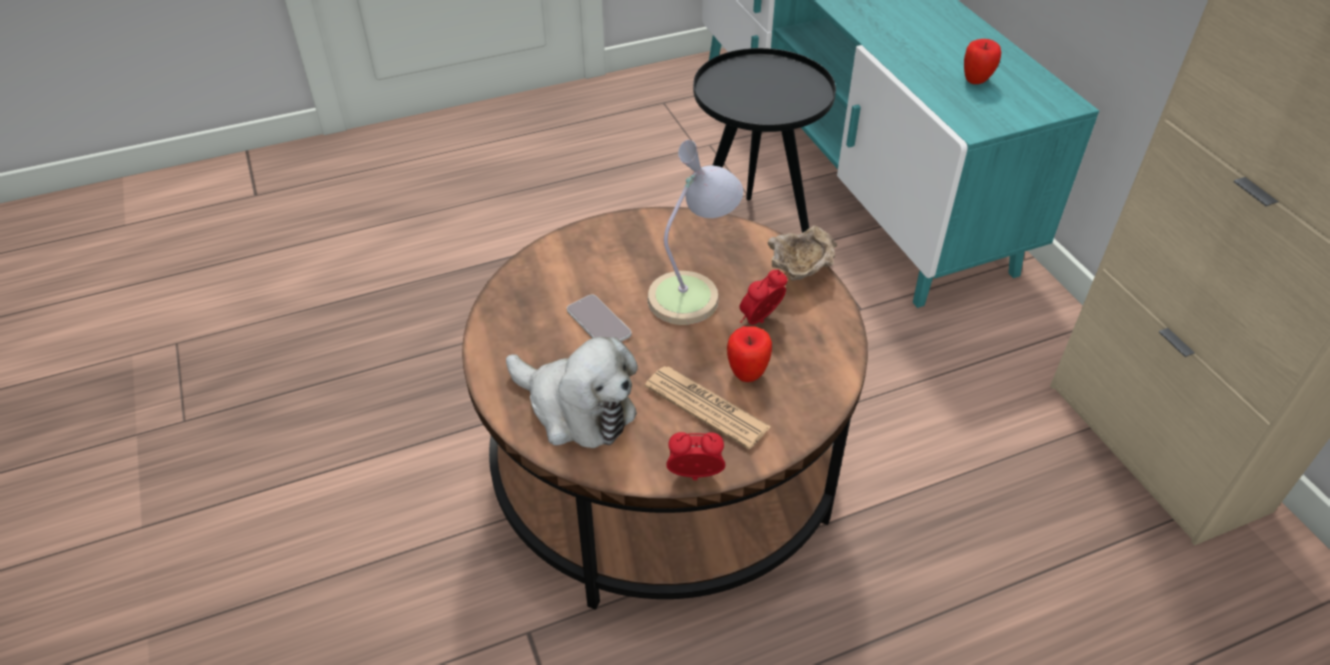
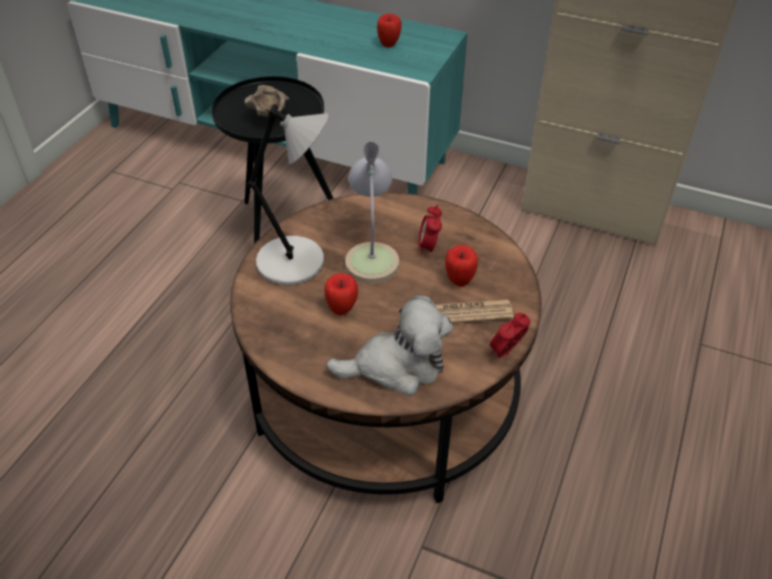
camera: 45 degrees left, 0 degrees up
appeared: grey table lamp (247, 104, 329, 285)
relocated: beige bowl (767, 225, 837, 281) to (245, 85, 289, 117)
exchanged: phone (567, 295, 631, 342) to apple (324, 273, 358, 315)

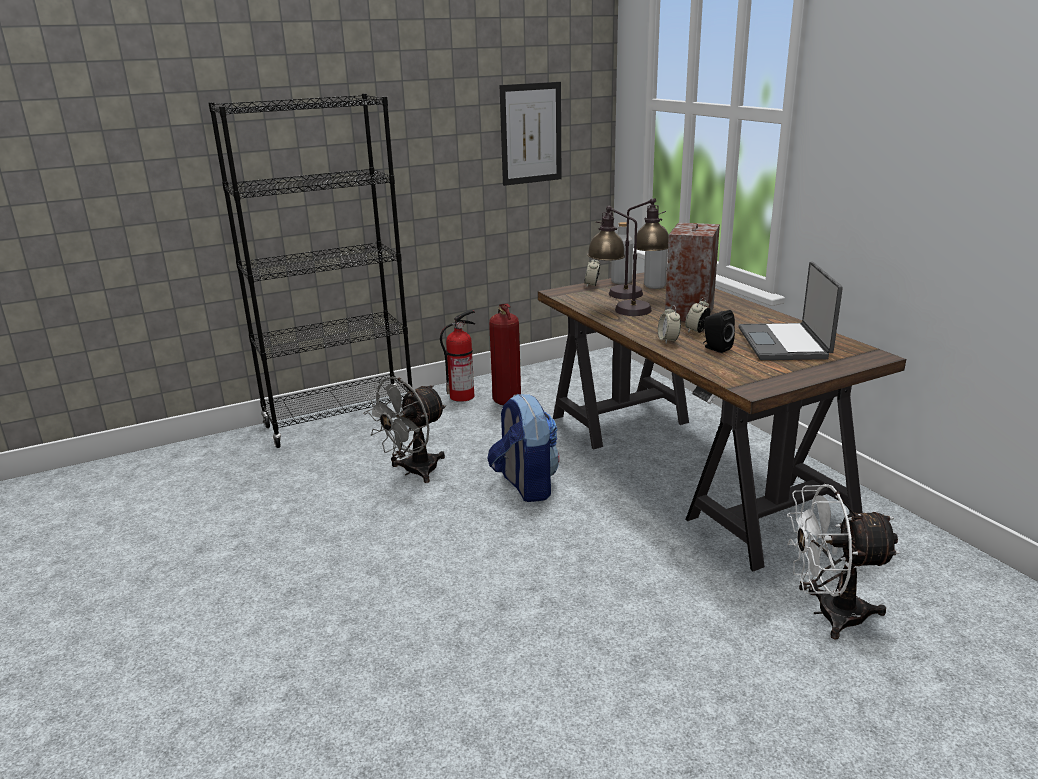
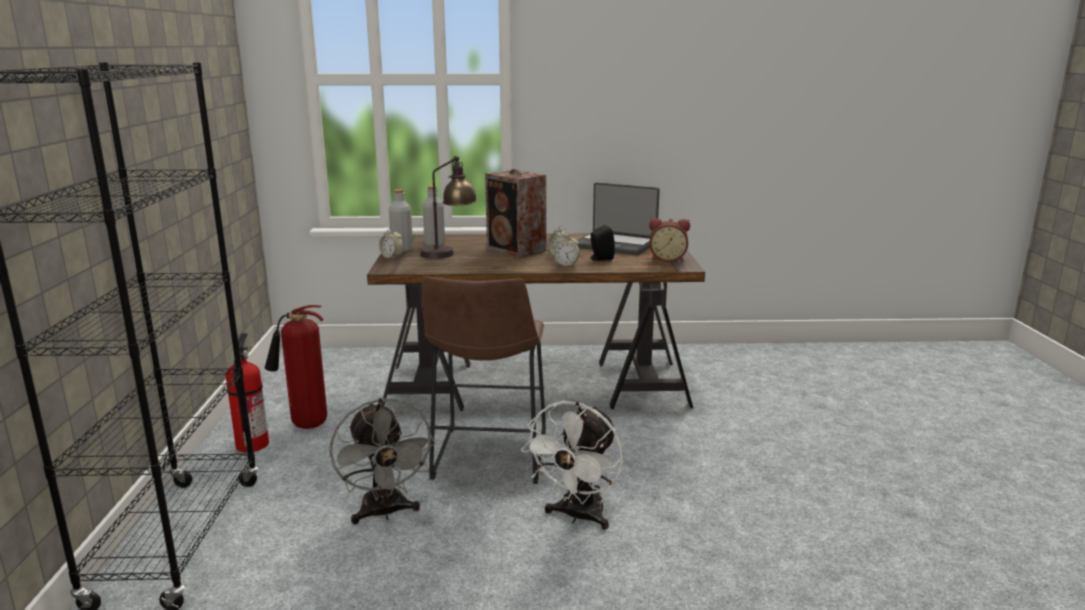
camera: 65 degrees left, 5 degrees down
missing: picture (499, 82, 561, 186); table lamp (587, 206, 652, 316)
appeared: alarm clock (649, 218, 690, 262)
relocated: white fan (787, 484, 900, 640) to (521, 401, 623, 530)
exchanged: backpack (487, 394, 559, 502) to brown stool (422, 277, 546, 484)

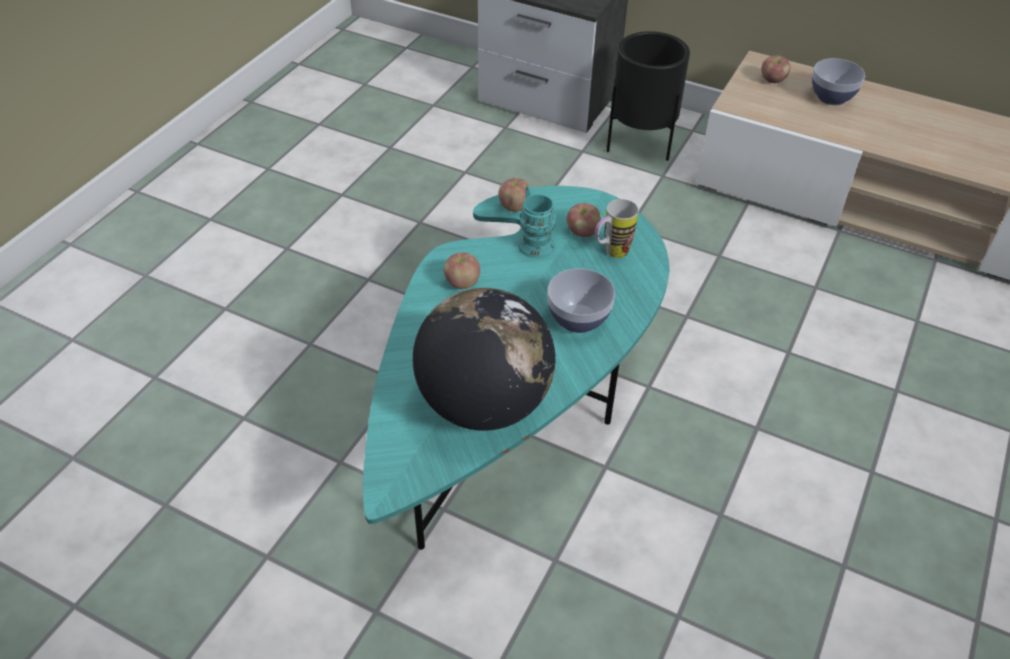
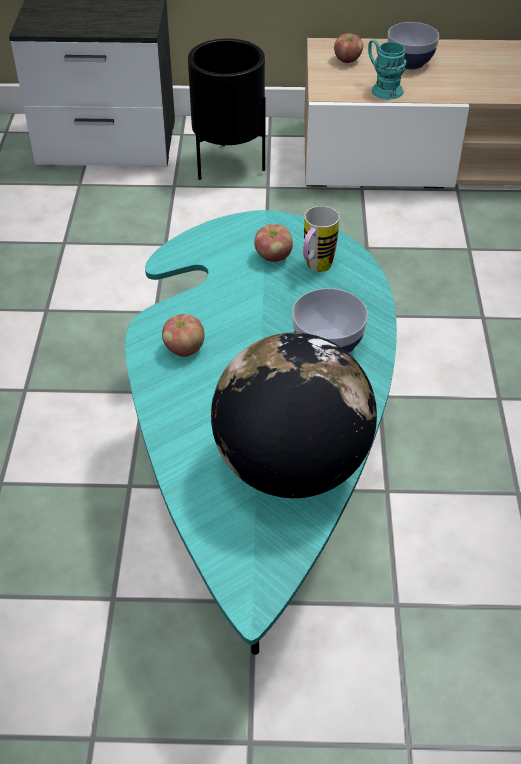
camera: 25 degrees left, 0 degrees up
missing: apple (498, 178, 530, 212)
relocated: turquoise mug (518, 186, 556, 258) to (368, 39, 406, 99)

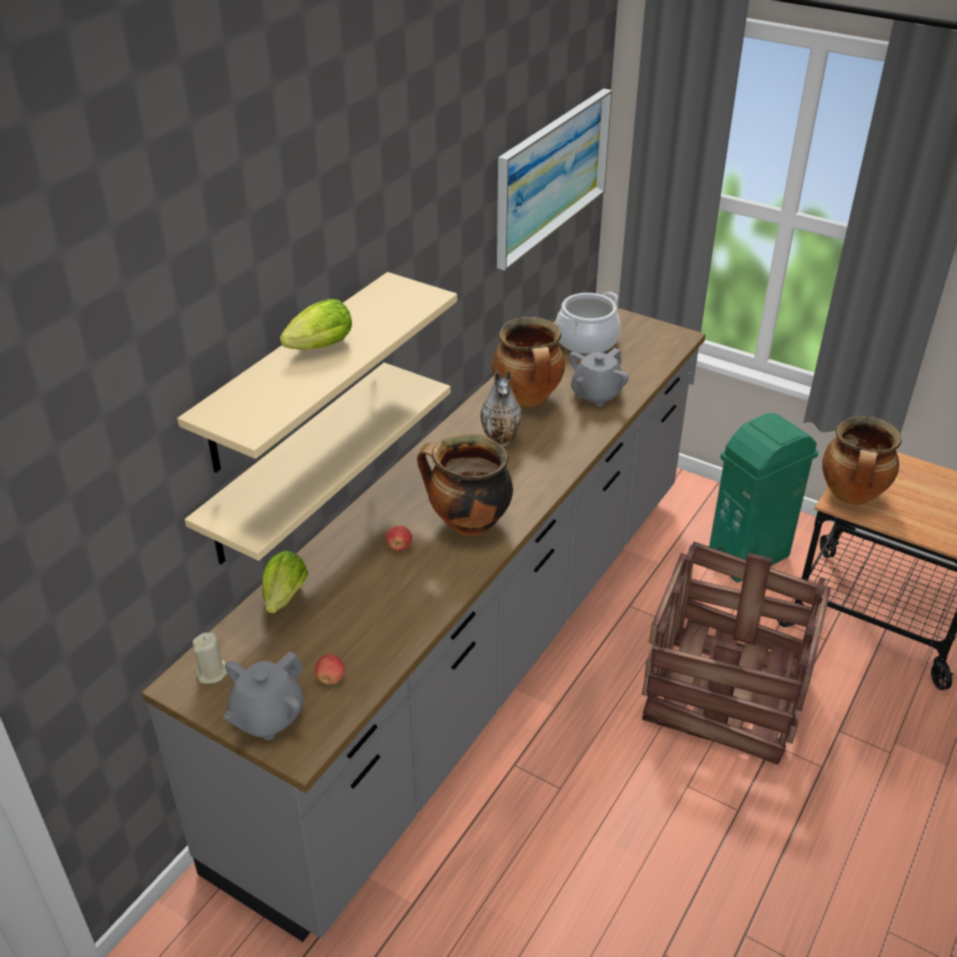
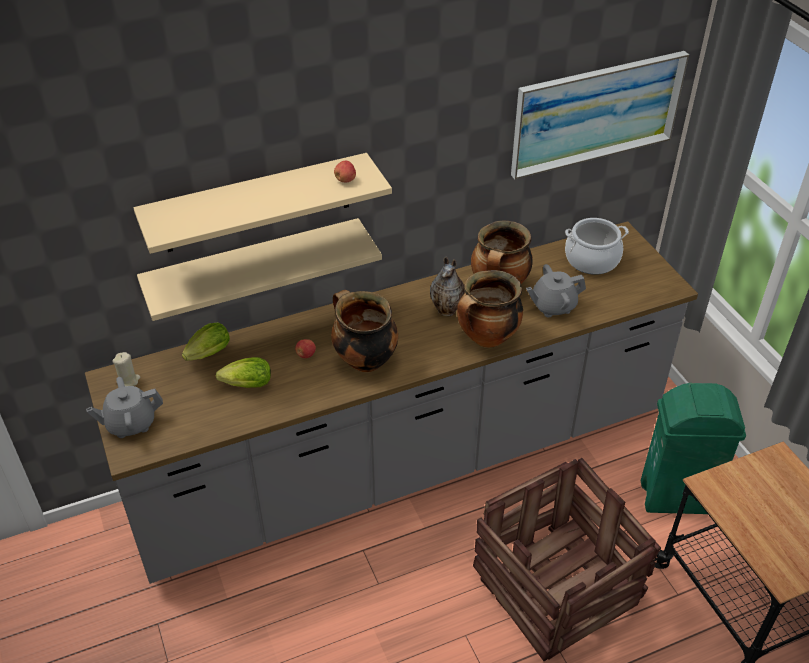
camera: 35 degrees right, 5 degrees up
relocated: lettuce (280, 299, 352, 350) to (216, 357, 271, 388); cooking pot (822, 416, 901, 505) to (457, 270, 523, 348); apple (315, 654, 345, 685) to (334, 161, 356, 182)

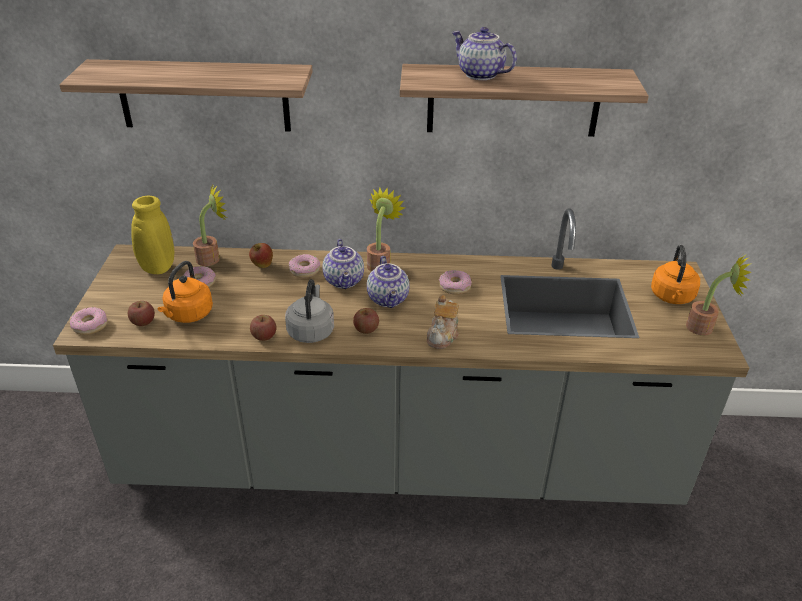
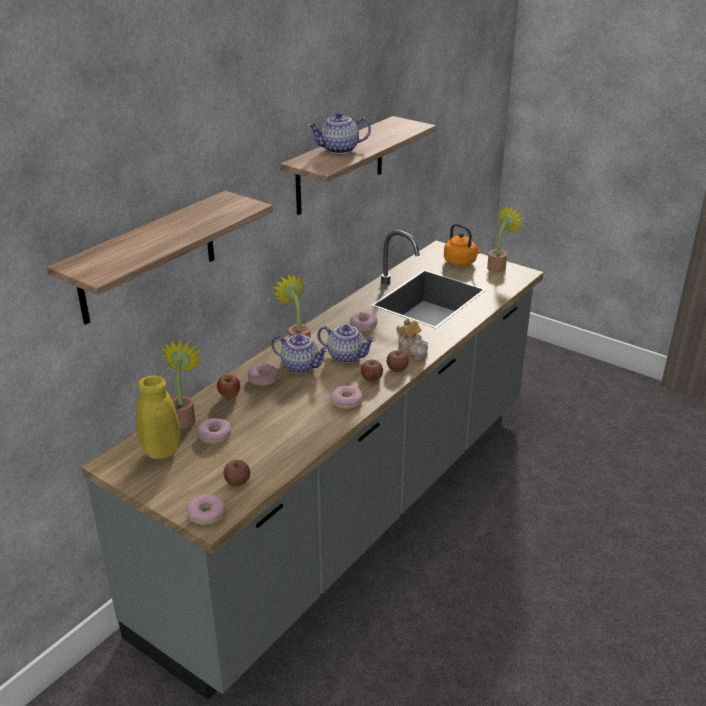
camera: 55 degrees left, 5 degrees down
missing: orange kettle (157, 261, 213, 323)
relocated: apple (250, 315, 276, 341) to (387, 350, 409, 372)
exchanged: grey kettle (285, 279, 334, 343) to donut (331, 386, 362, 409)

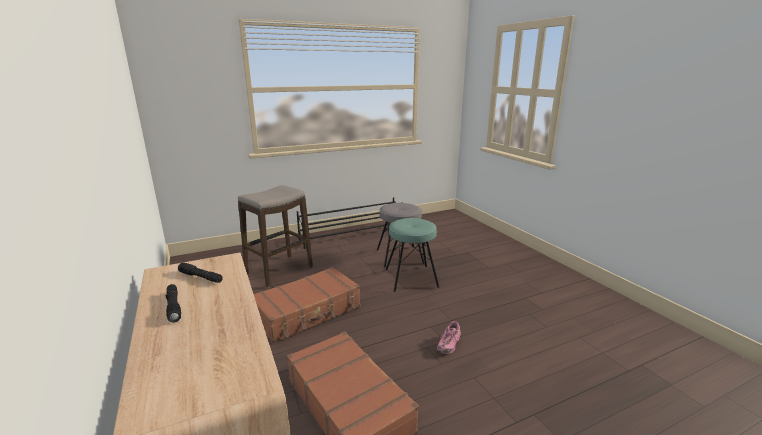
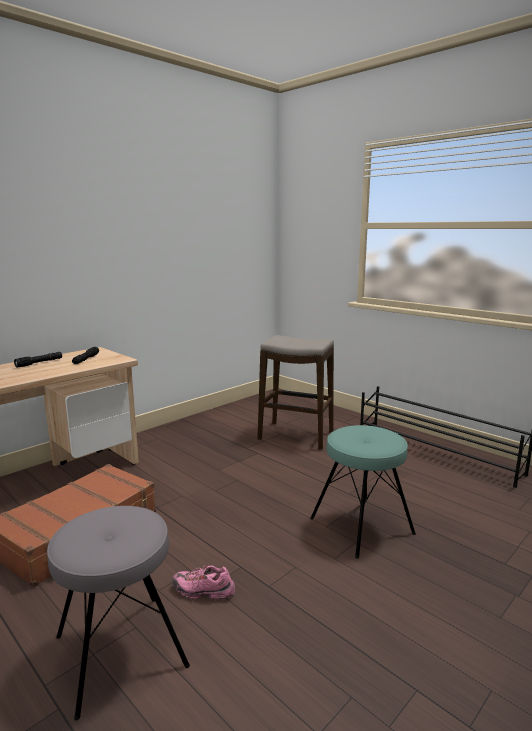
camera: 70 degrees right, 5 degrees down
missing: brown suitcase (254, 267, 360, 343)
relocated: grey stool (377, 203, 425, 268) to (47, 506, 190, 720)

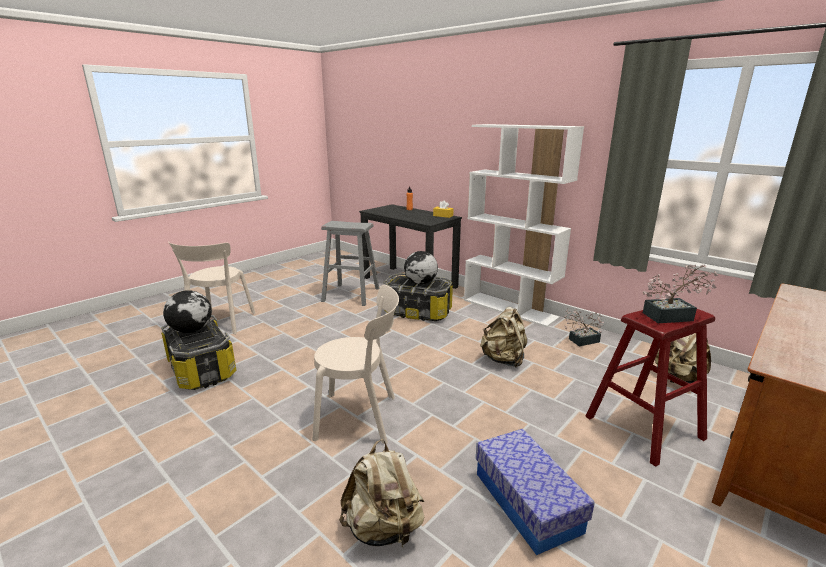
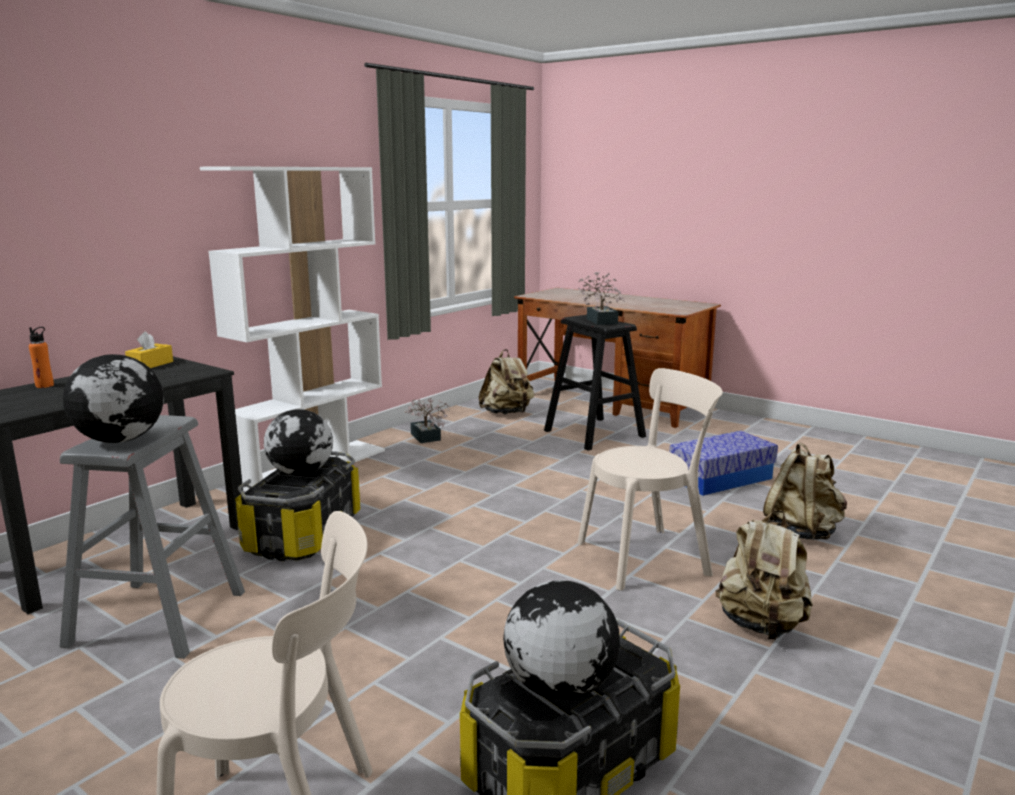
camera: 95 degrees left, 5 degrees down
appeared: globe (63, 354, 164, 443)
relocated: beige backpack (480, 307, 527, 368) to (715, 510, 813, 640)
colour: red stool (585, 309, 715, 467) to black stool (544, 315, 646, 451)
spun: beige chair (312, 285, 399, 444) = (577, 368, 723, 591) 75 degrees clockwise

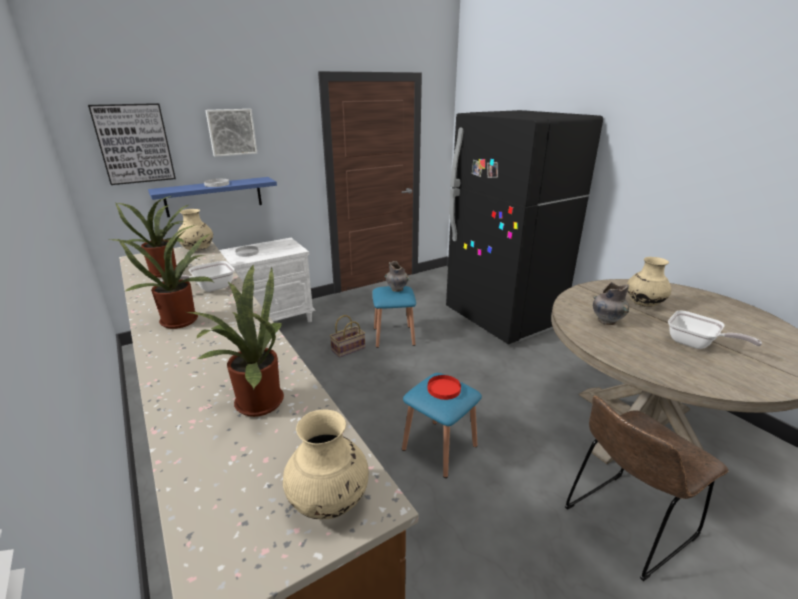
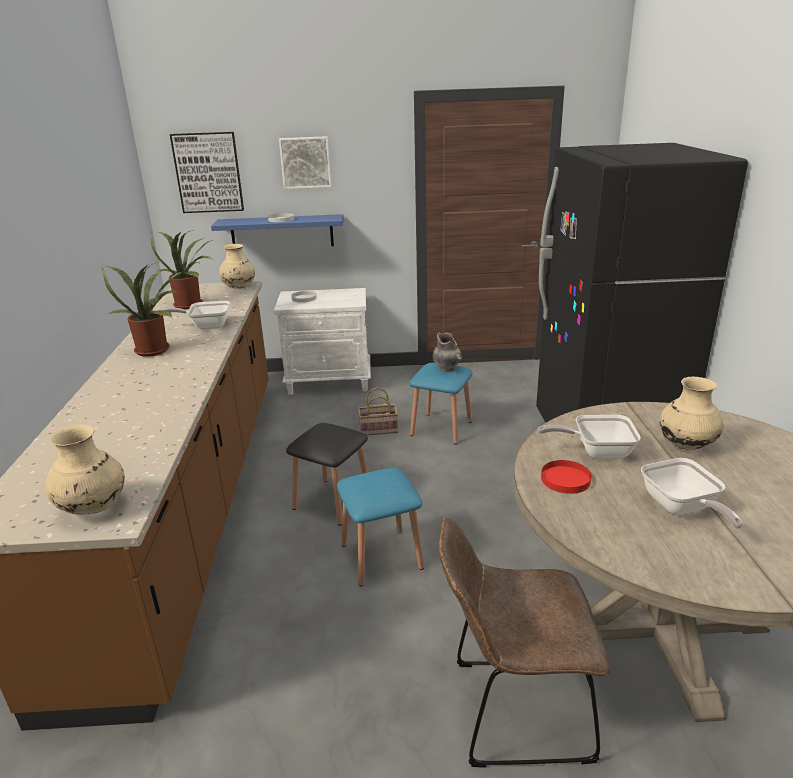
camera: 30 degrees right, 0 degrees up
missing: potted plant (187, 264, 284, 417)
appeared: black stool (286, 423, 368, 526)
relocated: red plate (428, 375, 461, 400) to (541, 460, 591, 494)
exchanged: grey vase (593, 282, 629, 325) to frying pan (538, 415, 641, 459)

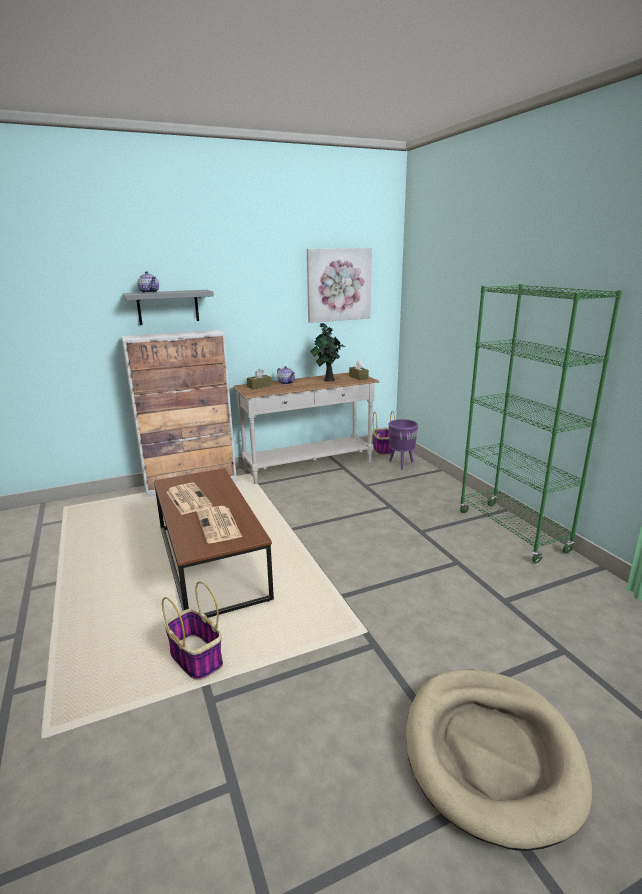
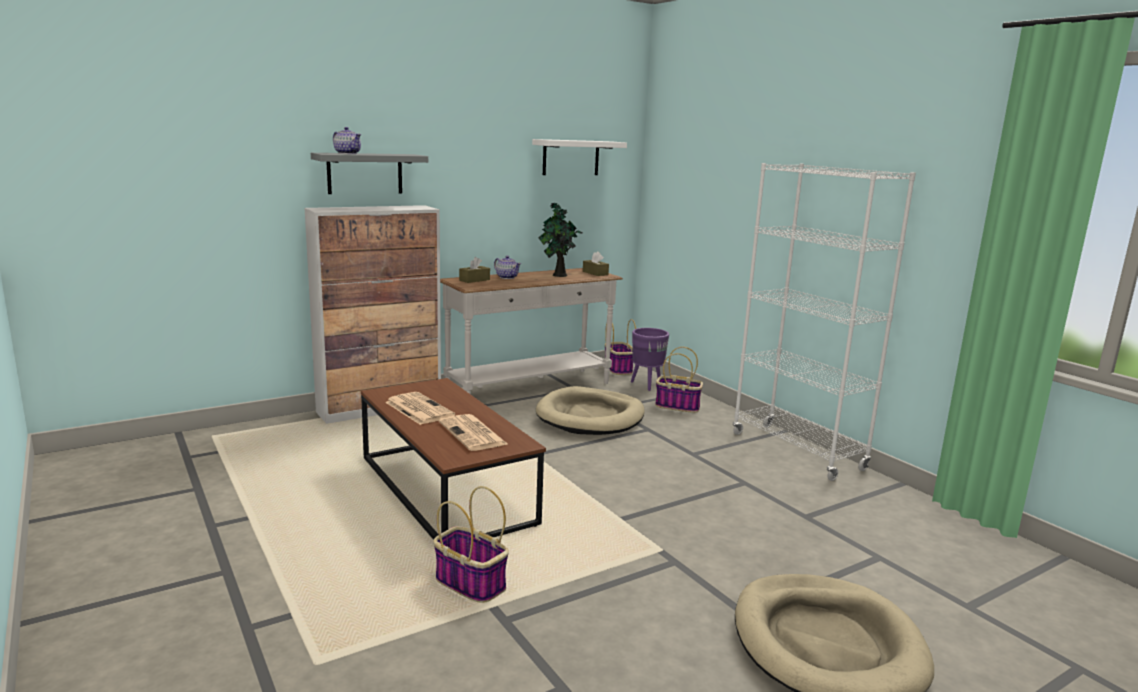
camera: 10 degrees left, 5 degrees down
appeared: basket (655, 347, 703, 413); beige dog bed (536, 386, 645, 435)
exchanged: picture (307, 248, 372, 323) to white shelf (532, 139, 627, 175)
colour: green bookcase (459, 284, 622, 563) to white bookcase (733, 163, 916, 481)

